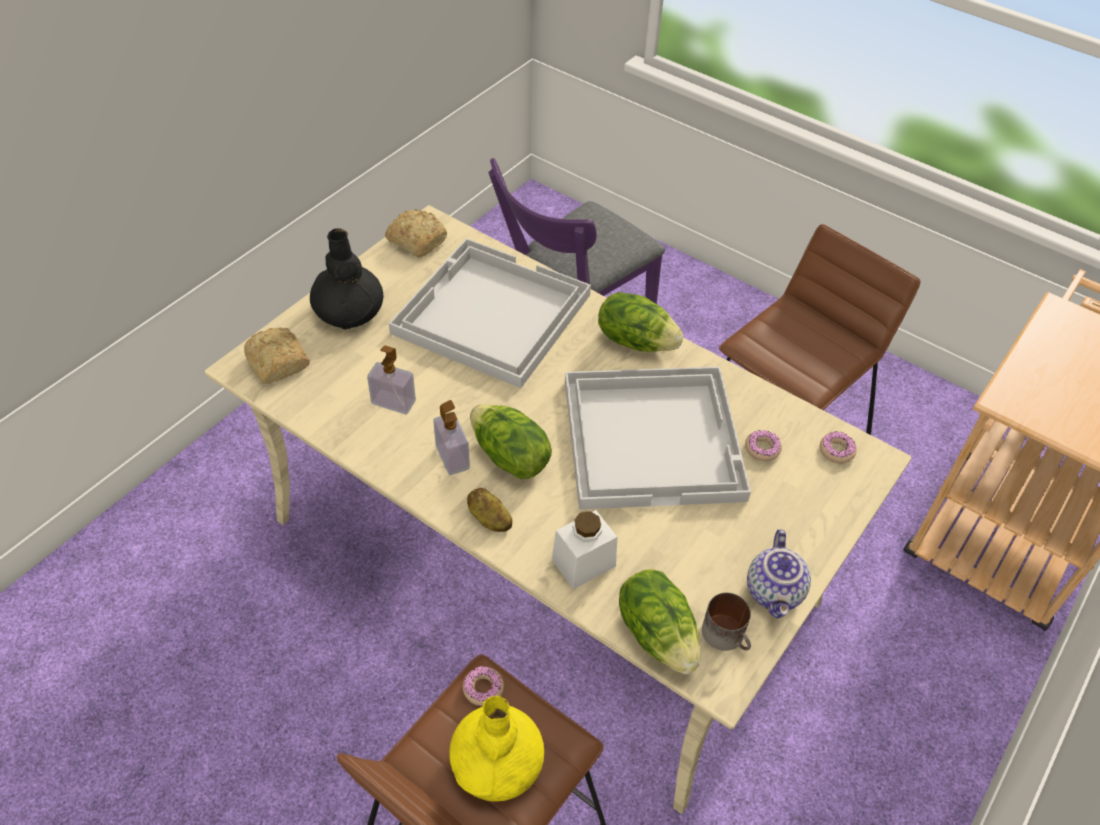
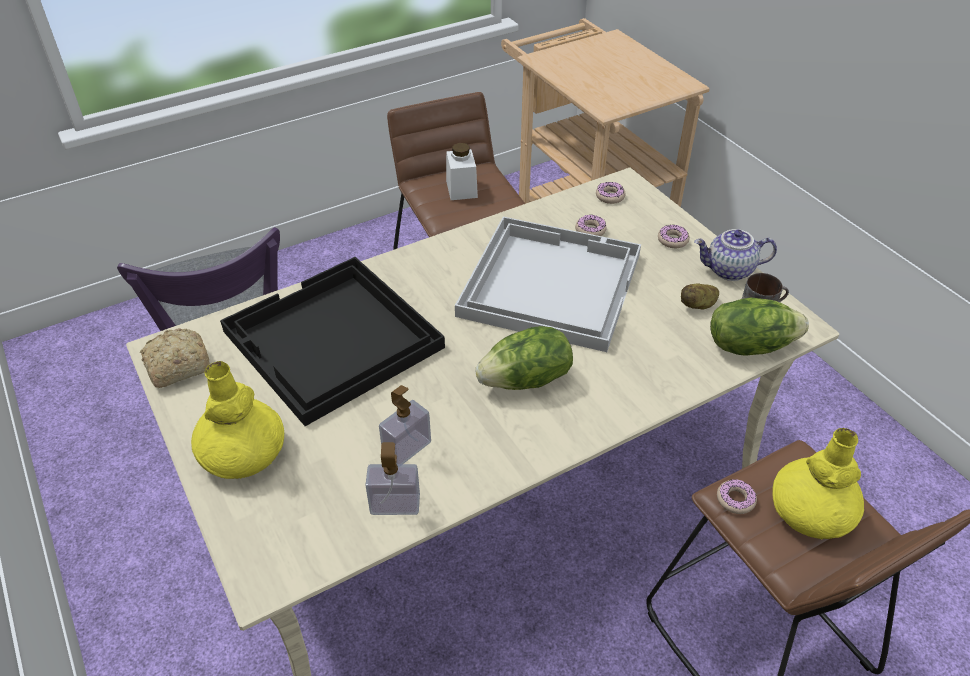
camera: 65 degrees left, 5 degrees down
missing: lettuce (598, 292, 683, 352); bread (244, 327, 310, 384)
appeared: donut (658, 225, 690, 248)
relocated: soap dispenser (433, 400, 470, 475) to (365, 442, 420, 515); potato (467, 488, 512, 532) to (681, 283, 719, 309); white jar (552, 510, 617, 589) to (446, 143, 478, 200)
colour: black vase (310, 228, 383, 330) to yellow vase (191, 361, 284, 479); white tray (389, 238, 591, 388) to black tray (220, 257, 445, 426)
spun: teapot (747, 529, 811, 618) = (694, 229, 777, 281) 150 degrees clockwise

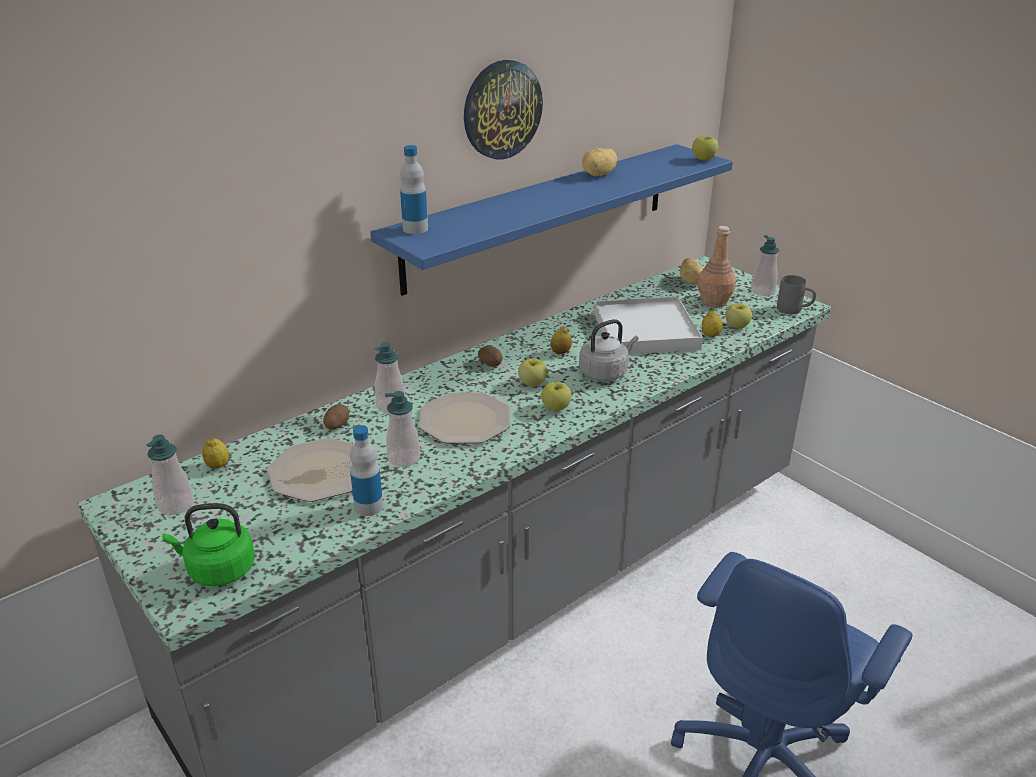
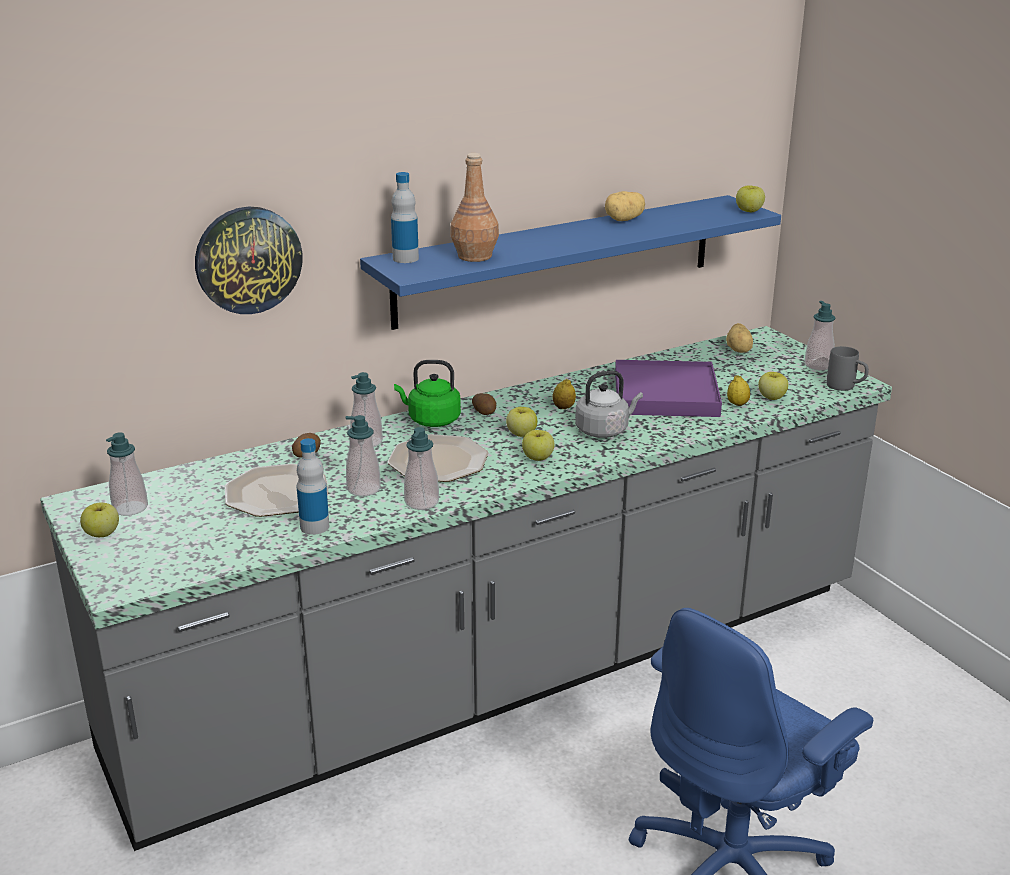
camera: 10 degrees right, 5 degrees down
missing: lemon (202, 438, 229, 469)
appeared: soap dispenser (404, 427, 439, 510); apple (80, 503, 119, 537)
relocated: wall clock (464, 60, 543, 159) to (195, 207, 303, 314); brown bottle (697, 226, 736, 307) to (450, 153, 499, 262); green kettle (162, 503, 255, 586) to (394, 360, 461, 427)
colour: white tray (594, 297, 703, 354) to purple tray (615, 360, 722, 417)

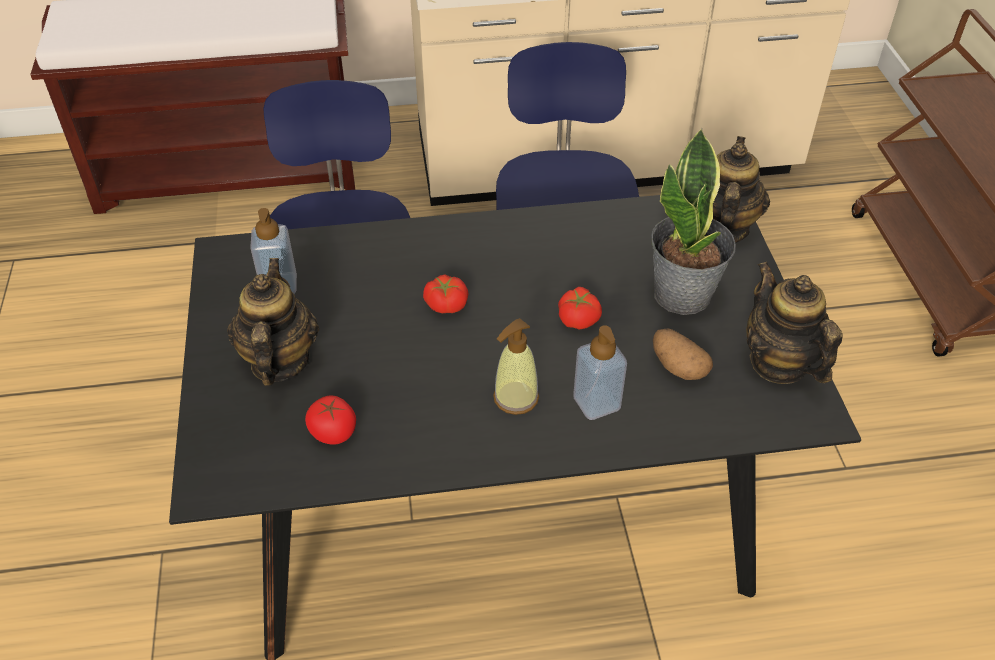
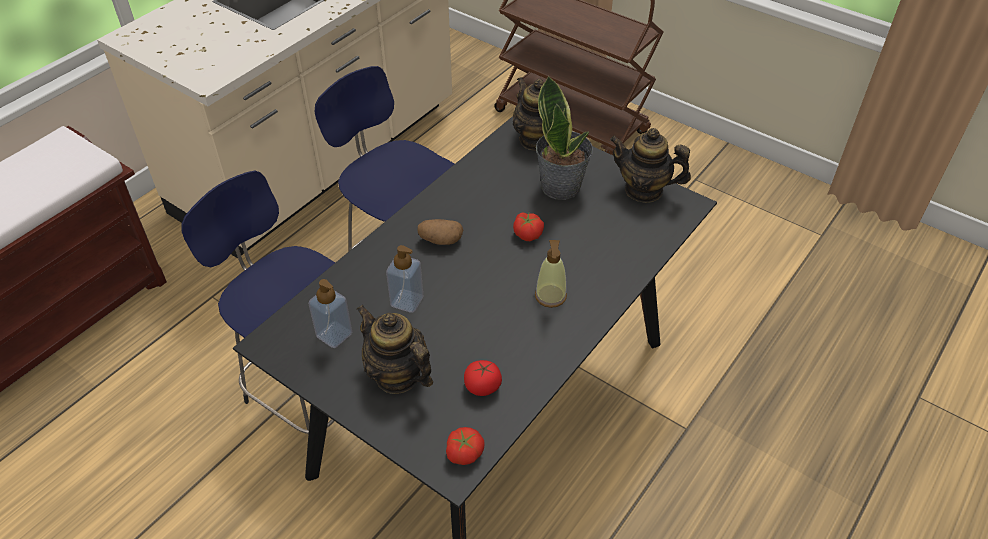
camera: 45 degrees left, 0 degrees up
relocated: tomato (423, 274, 469, 313) to (446, 427, 485, 465); soap dispenser (573, 325, 627, 420) to (386, 245, 423, 313); potato (653, 328, 713, 380) to (418, 219, 463, 245)

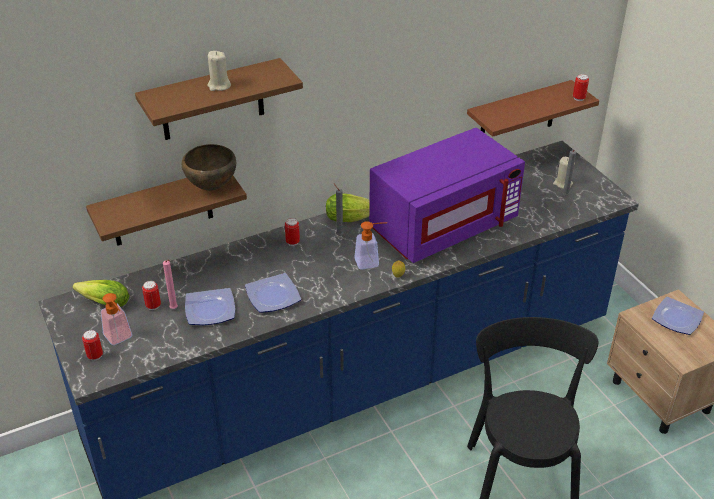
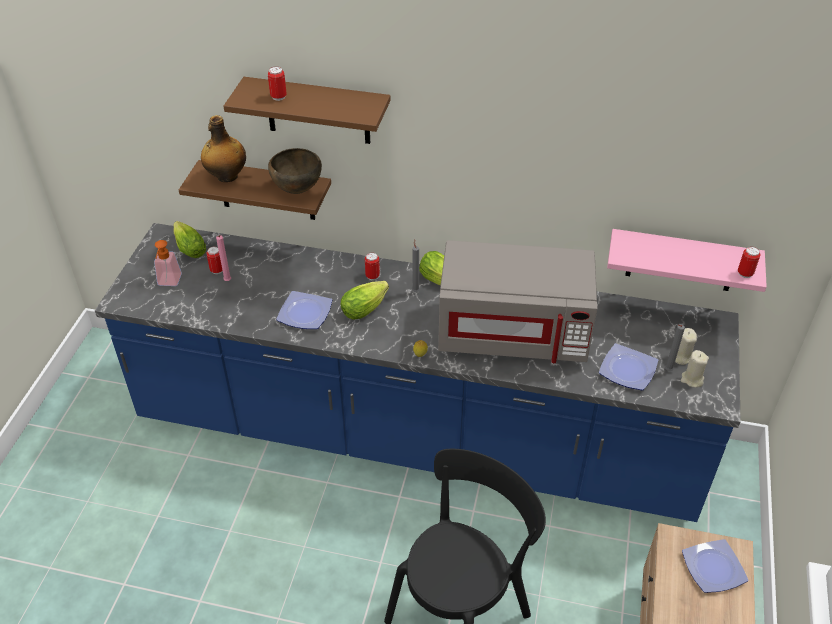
camera: 40 degrees right, 5 degrees up
missing: soap dispenser (354, 221, 387, 270)
appeared: bottle (201, 115, 246, 182); lettuce (341, 281, 389, 320)
relocated: beige candle (207, 51, 231, 91) to (681, 350, 709, 388); plate (185, 288, 235, 325) to (599, 343, 658, 390); can (82, 330, 103, 361) to (268, 66, 287, 101)
colour: brown shelf (467, 80, 599, 137) to pink shelf (607, 229, 767, 292); purple microwave (369, 128, 525, 263) to grey microwave (438, 240, 597, 363)

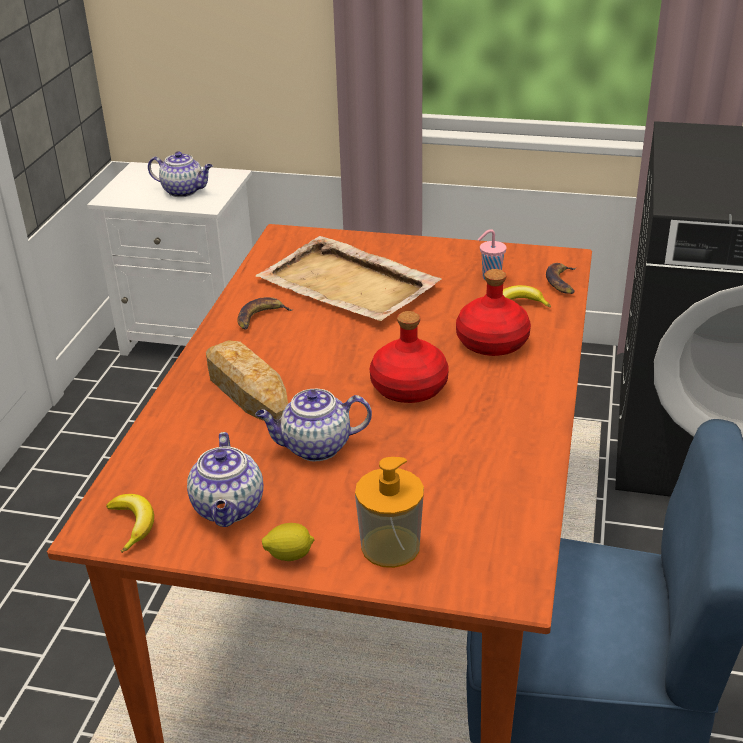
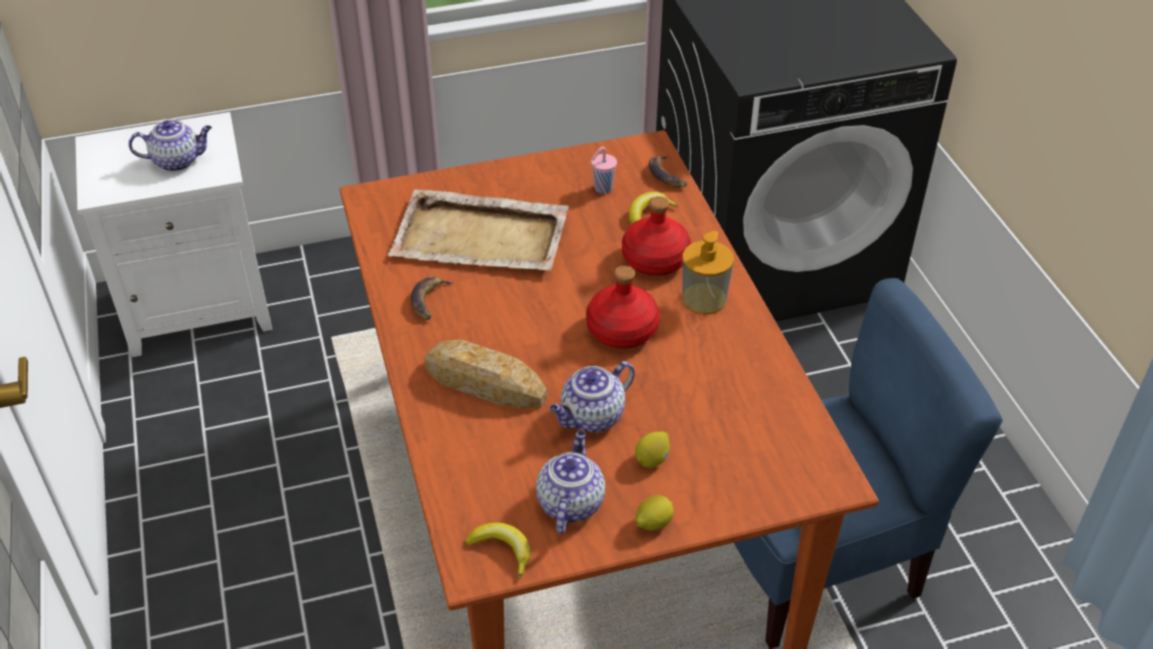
camera: 30 degrees left, 10 degrees up
appeared: lemon (635, 431, 670, 468)
relocated: soap dispenser (355, 457, 424, 568) to (682, 231, 734, 314)
spun: teapot (187, 432, 264, 527) = (536, 430, 605, 533) 135 degrees counterclockwise

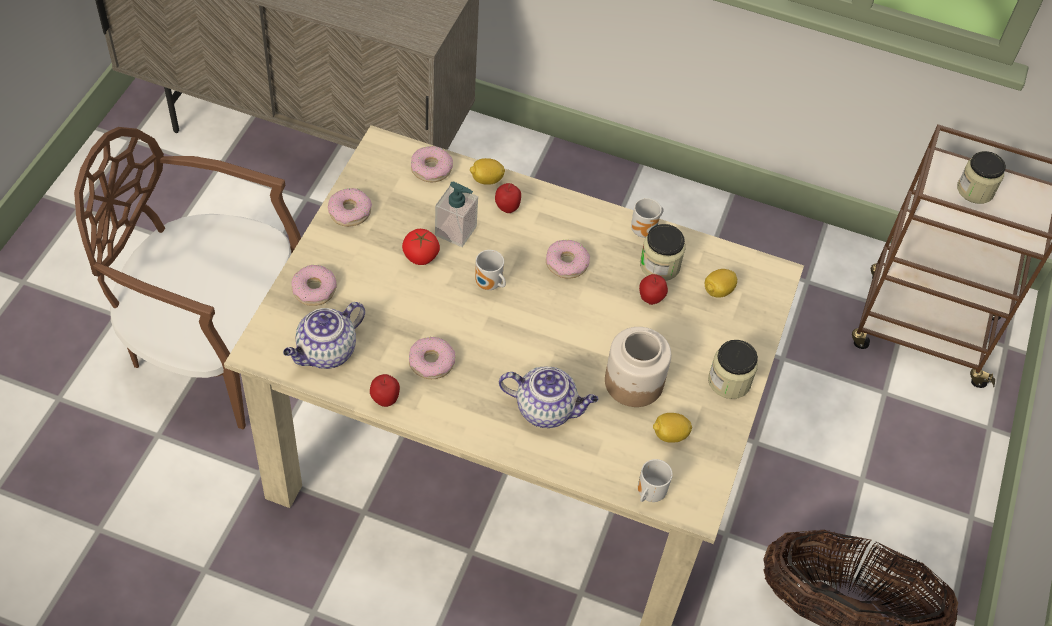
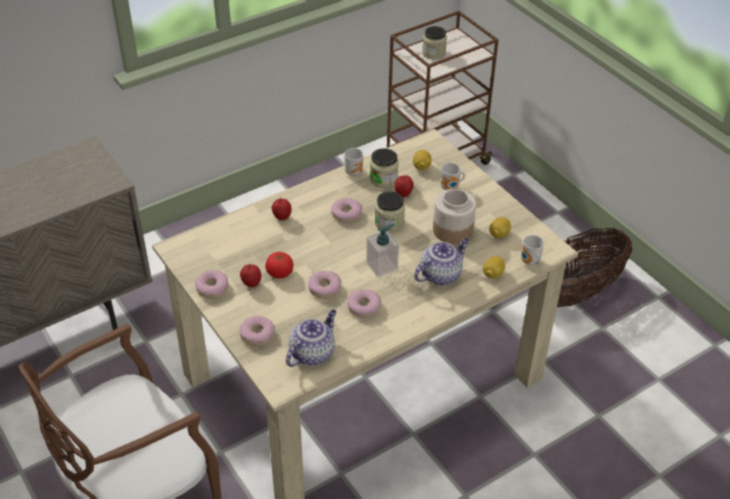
camera: 50 degrees left, 10 degrees down
relocated: donut (411, 146, 453, 182) to (308, 271, 341, 299); lemon (470, 158, 505, 185) to (483, 256, 505, 279); soap dispenser (435, 181, 478, 247) to (366, 224, 399, 277); mug (475, 250, 506, 290) to (441, 163, 465, 190); jar (708, 340, 758, 399) to (375, 191, 405, 233); apple (370, 374, 400, 407) to (240, 264, 261, 287)
spun: teapot (283, 302, 365, 369) = (286, 309, 337, 367) 135 degrees counterclockwise

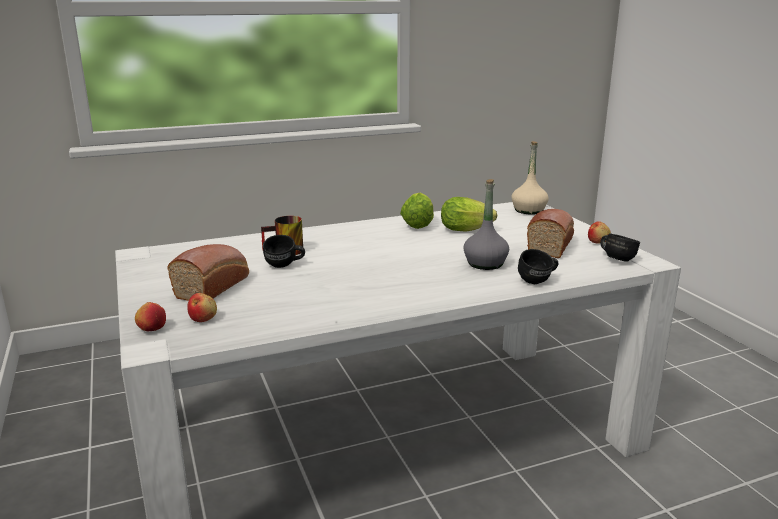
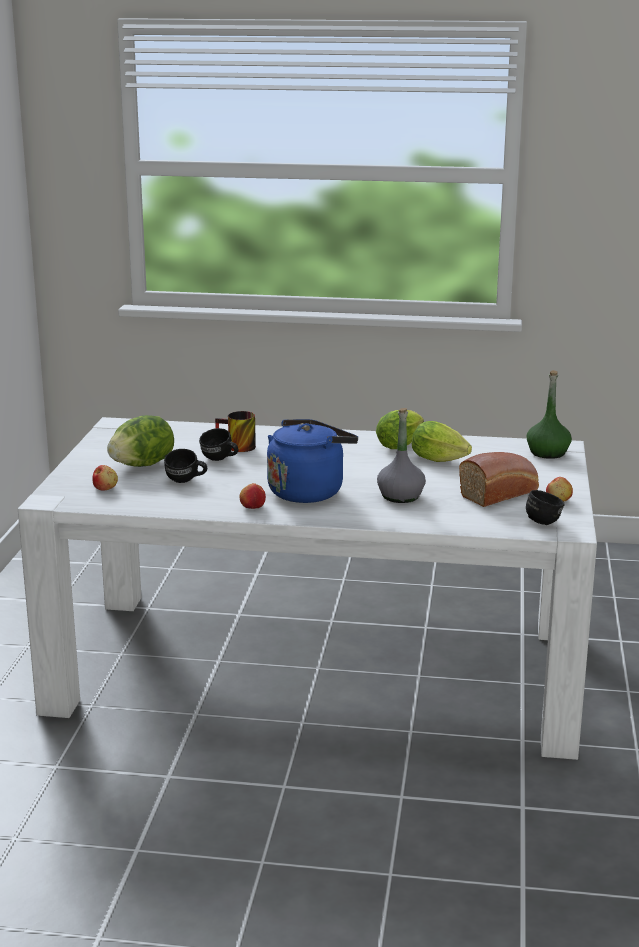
camera: 30 degrees right, 0 degrees up
appeared: blue kettle (267, 419, 358, 503)
relocated: black mug (518, 249, 558, 284) to (164, 449, 207, 483); apple (135, 302, 166, 331) to (239, 483, 266, 509)
exchanged: bread (168, 244, 249, 301) to lettuce (107, 415, 174, 467)
colour: beige bottle (511, 141, 549, 215) to green bottle (527, 370, 572, 459)

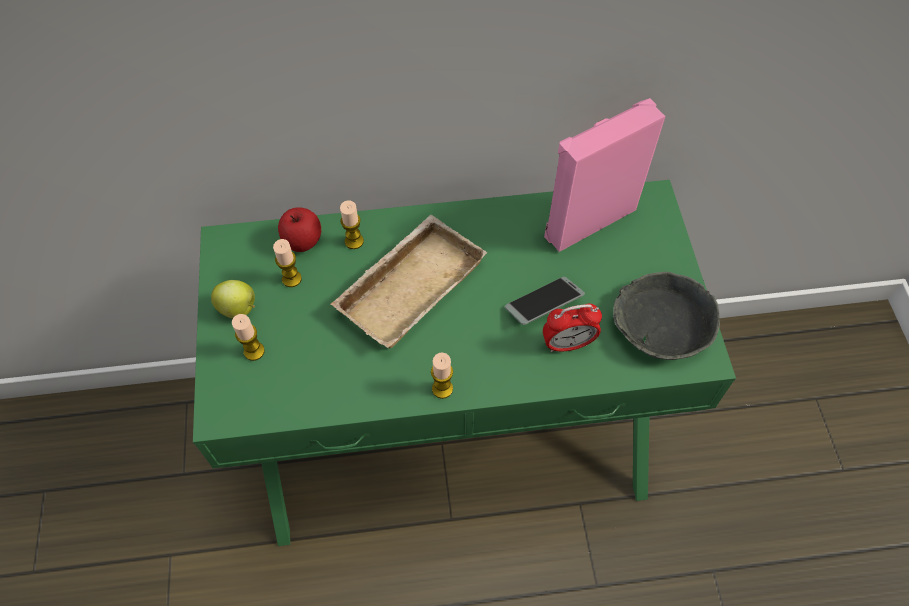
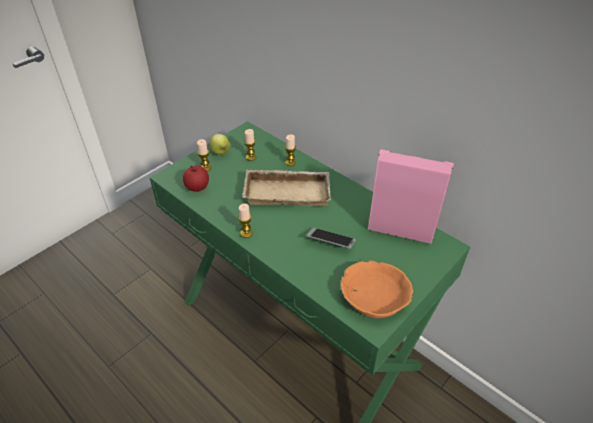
camera: 50 degrees right, 15 degrees down
missing: alarm clock (543, 303, 602, 352)
relocated: apple (278, 208, 321, 252) to (183, 165, 209, 192)
colour: grey bowl (613, 272, 720, 360) to orange bowl (341, 260, 413, 318)

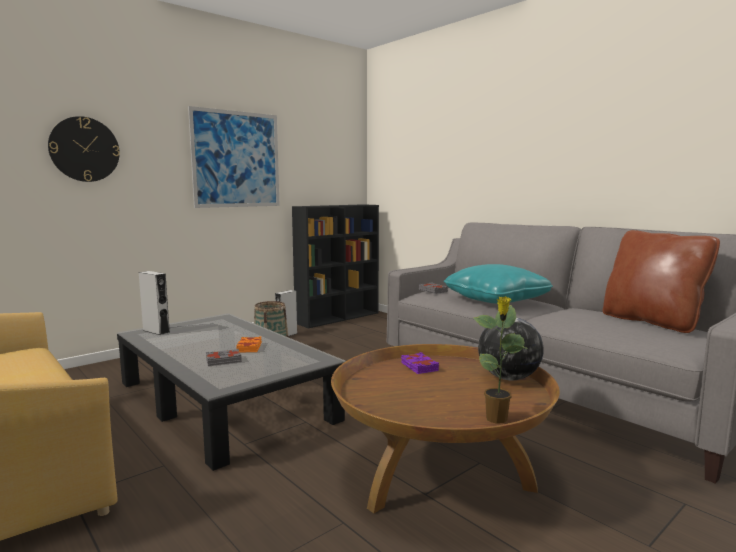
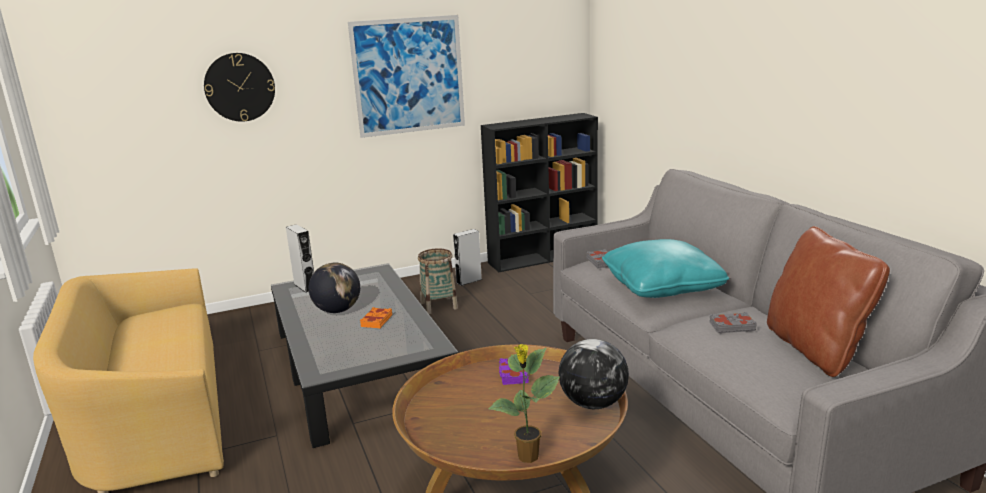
camera: 20 degrees right, 10 degrees up
appeared: globe (309, 263, 360, 313)
relocated: grey book (206, 349, 242, 366) to (710, 312, 756, 333)

